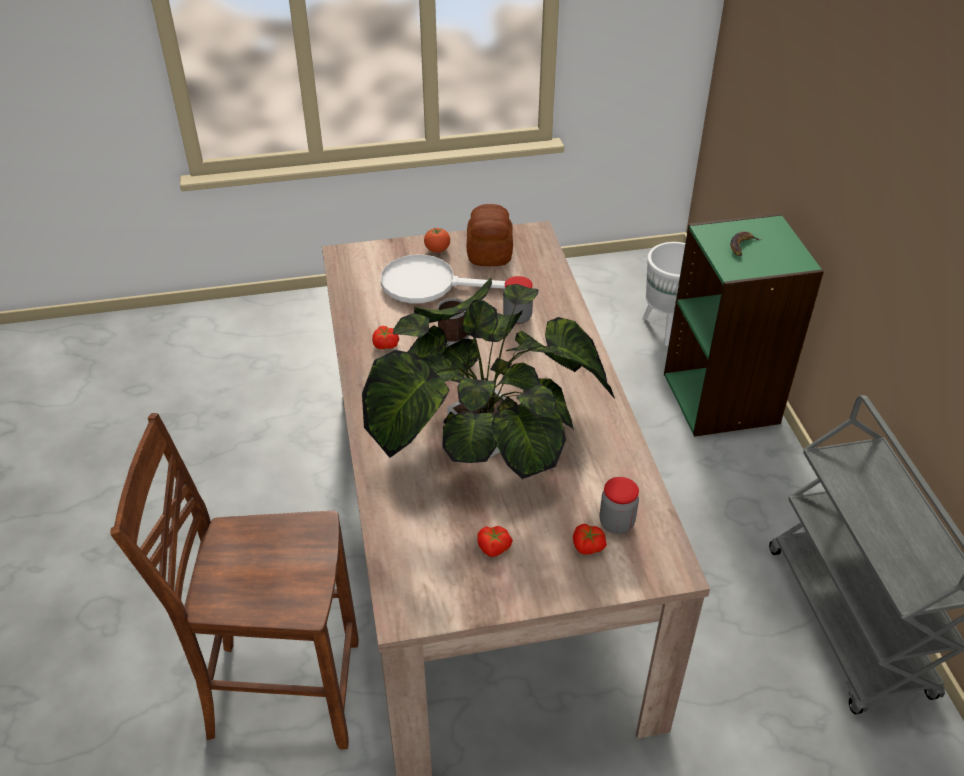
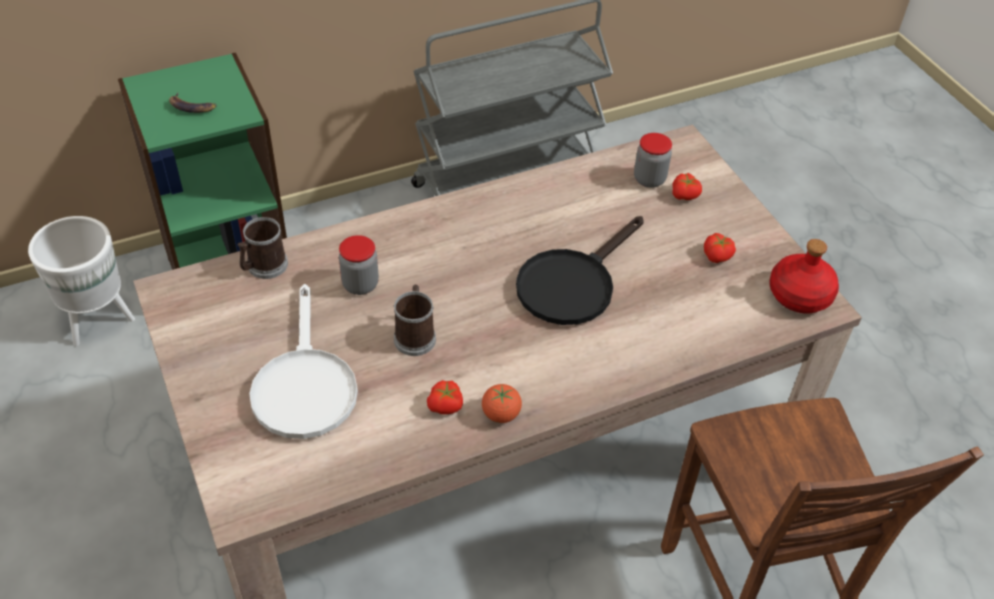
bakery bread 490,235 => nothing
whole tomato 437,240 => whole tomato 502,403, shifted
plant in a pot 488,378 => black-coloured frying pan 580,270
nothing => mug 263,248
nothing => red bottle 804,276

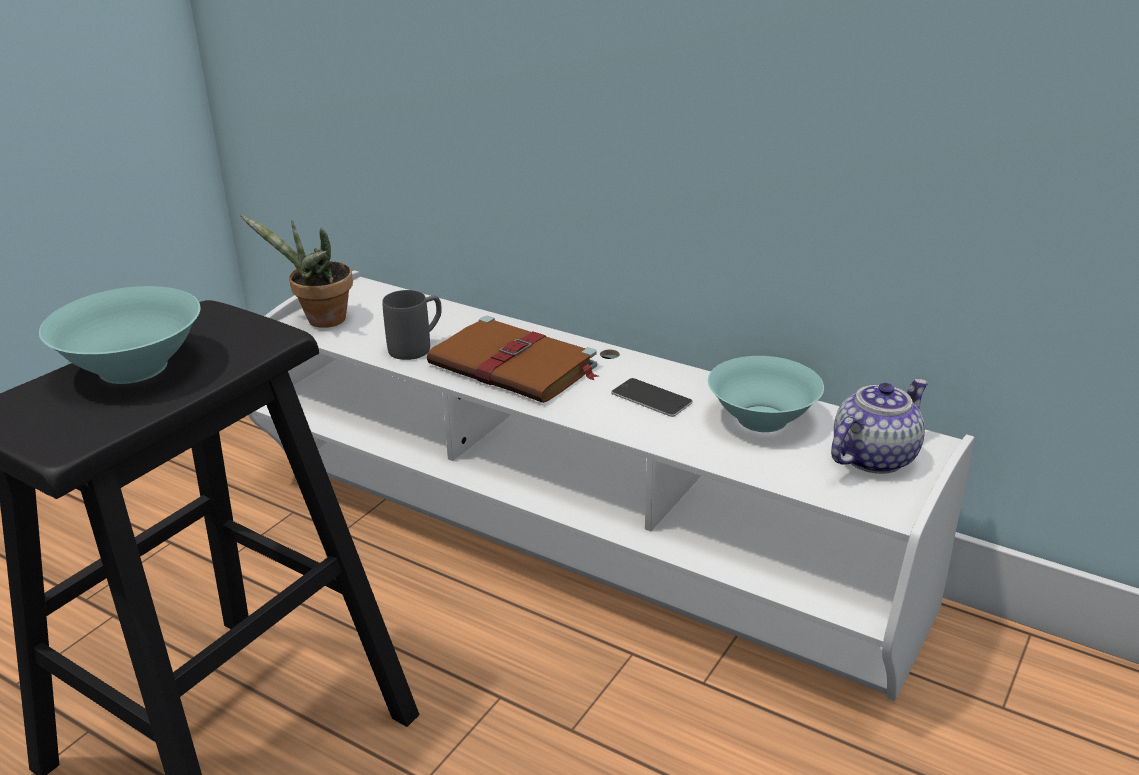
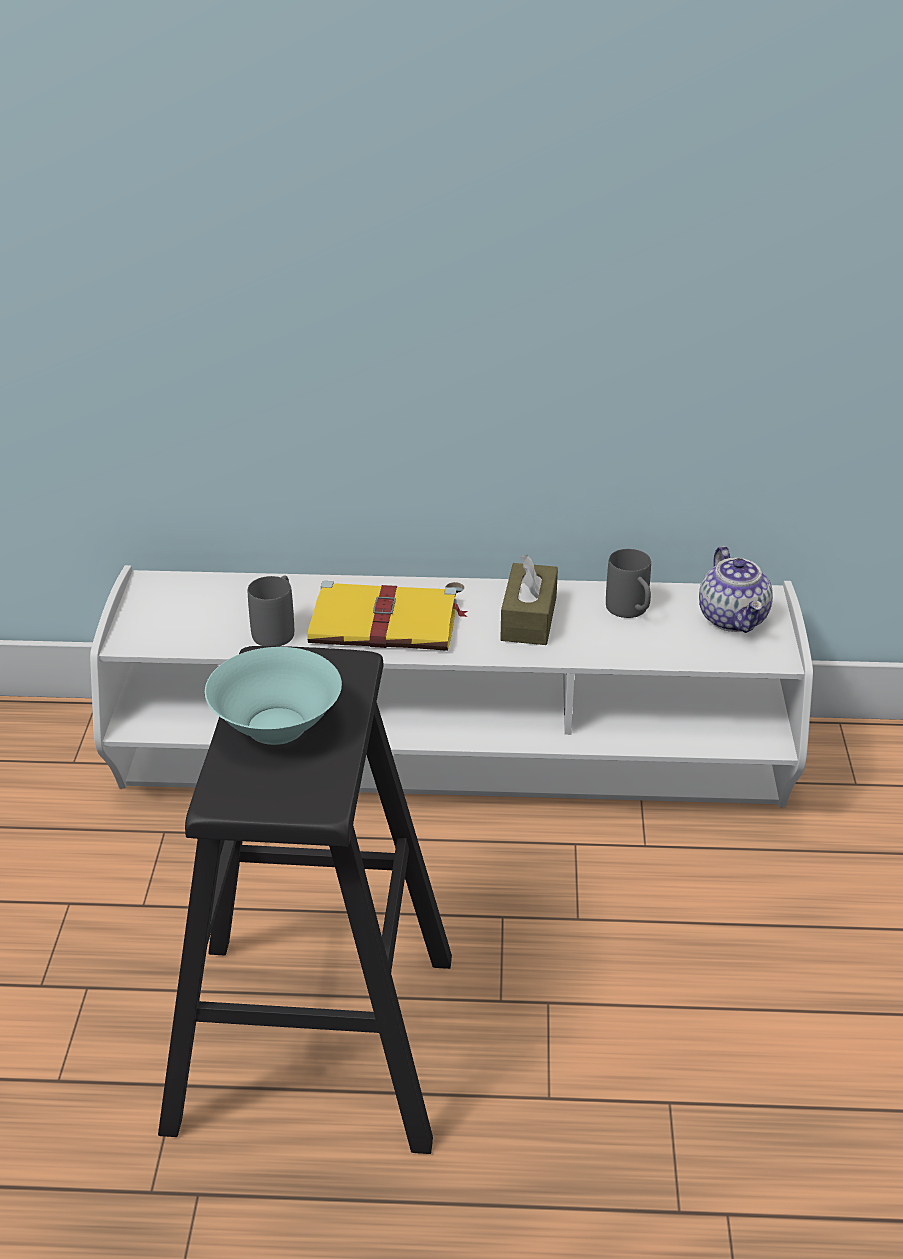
plant in a pot 296,271 => nothing
brownish bound book 512,359 => yellow-coloured bound book 387,616
turquoise-coloured deep dish 766,394 => grey mug 628,583
phone 652,397 => brownish box of tissues 529,600
tea pot 879,426 => tea pot 736,589, 150 degrees clockwise

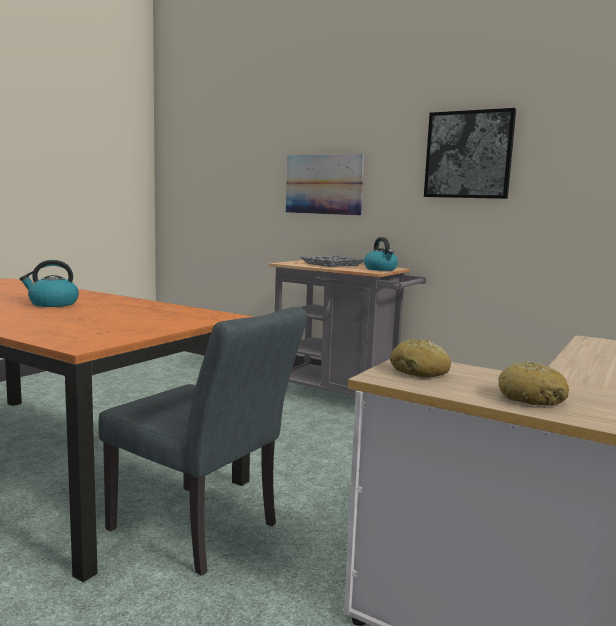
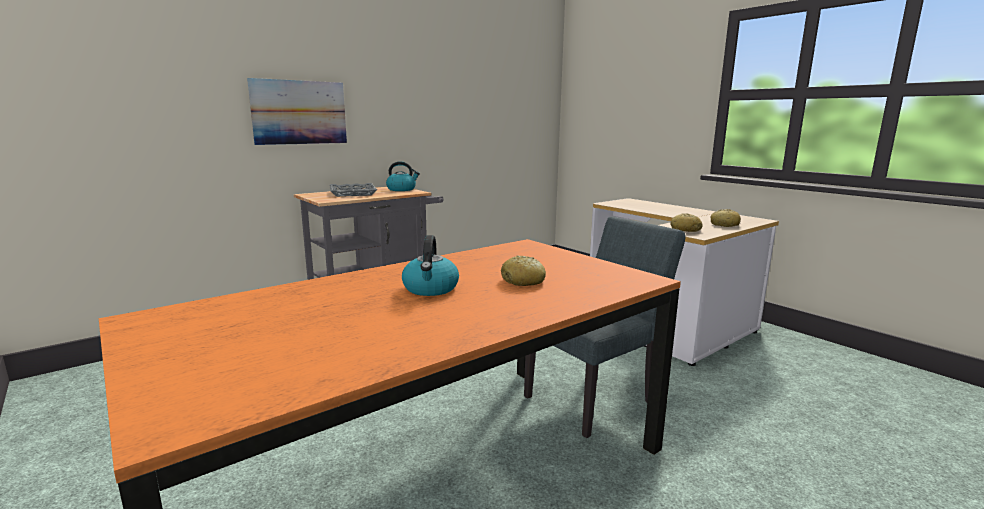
wall art 470,153 => nothing
nothing => bakery bread 523,271

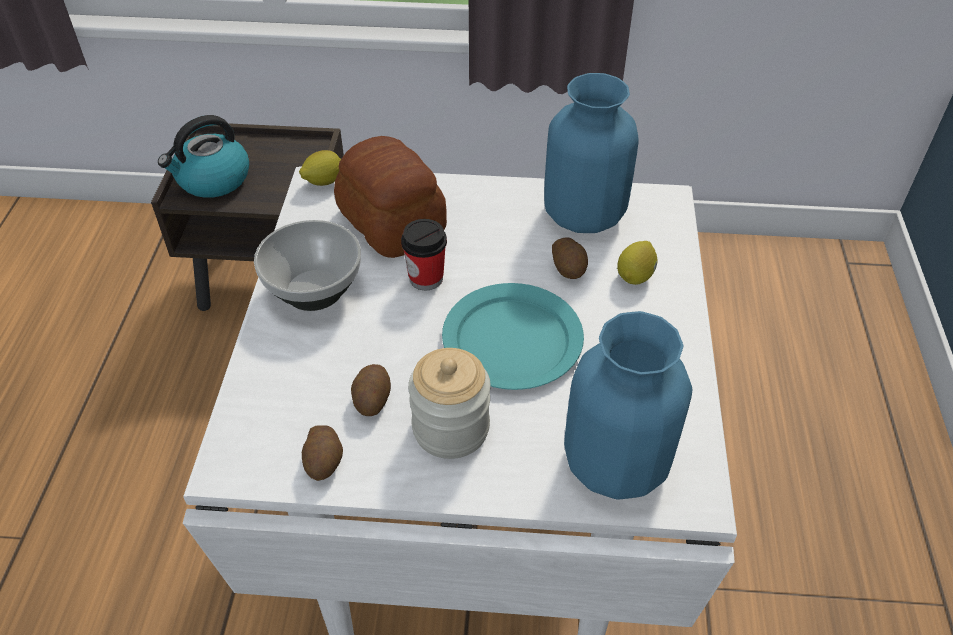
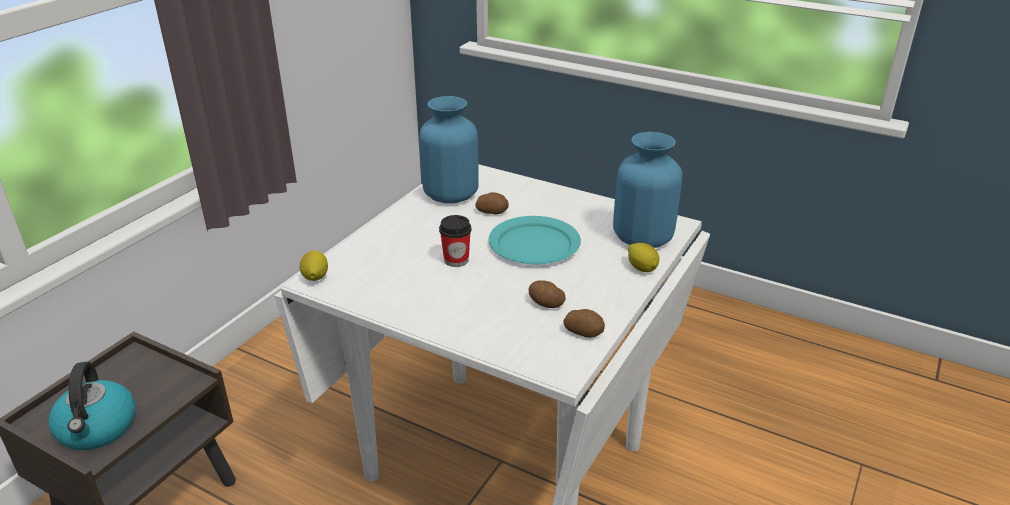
bakery bread 390,197 => nothing
deep dish 307,265 => nothing
whole lemon 637,263 => whole lemon 644,257, shifted
storage jar 449,403 => nothing

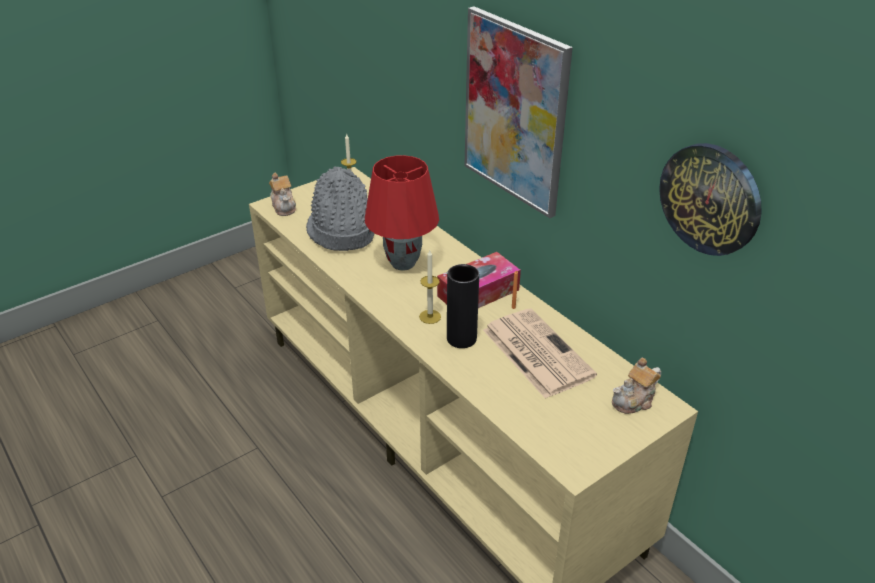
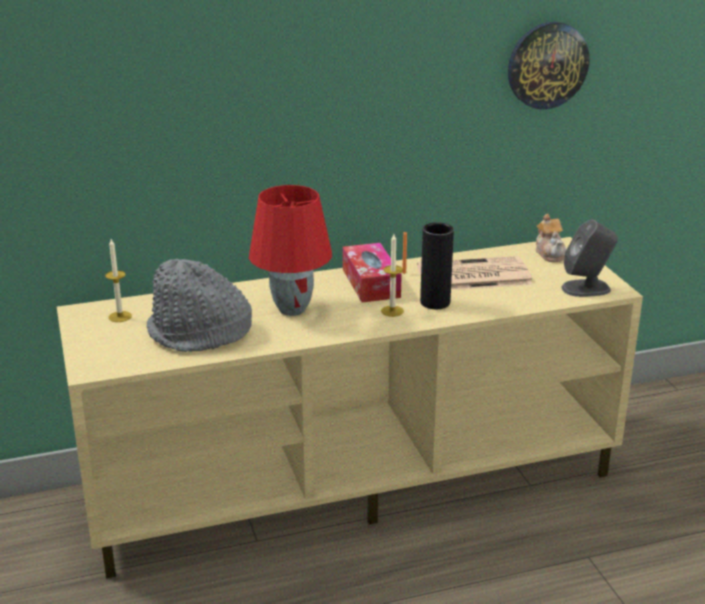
wall art 518,112 => nothing
tea pot 282,194 => nothing
nothing => grey speaker 589,258

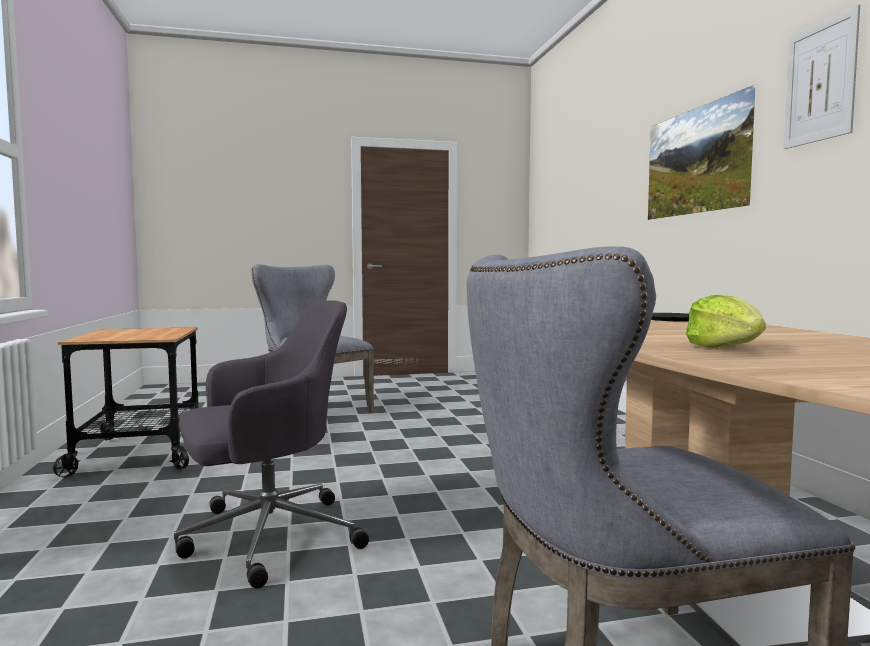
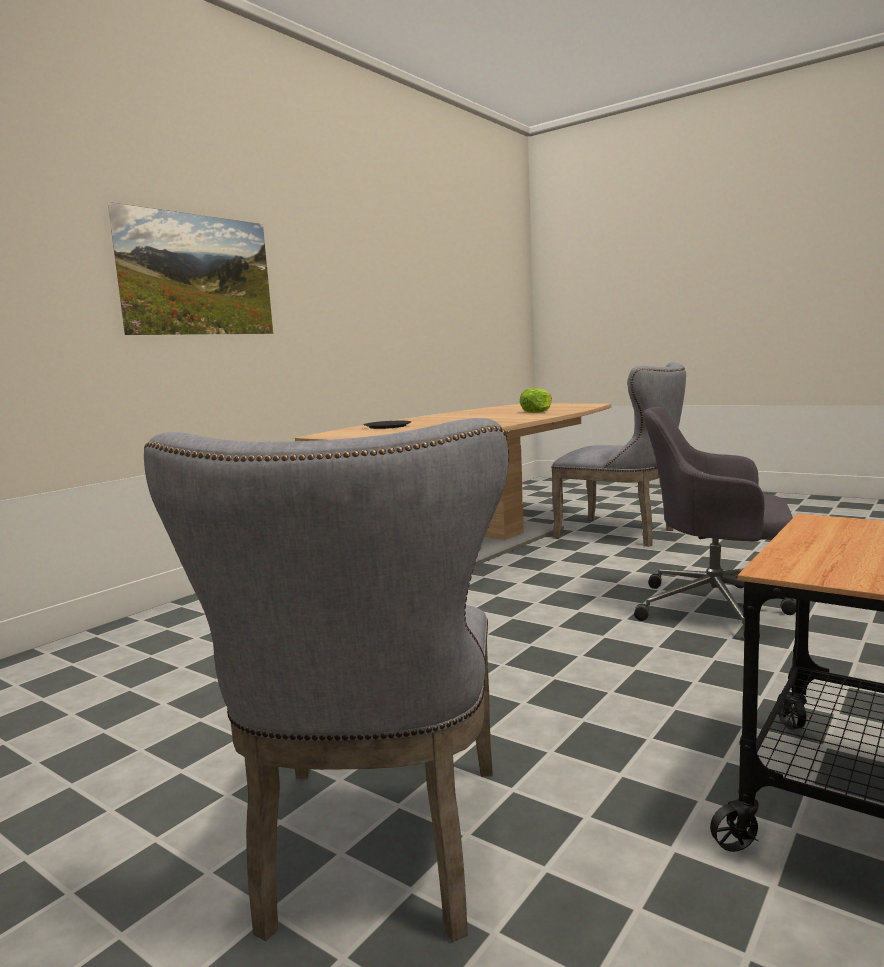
wall art 821,76 => nothing

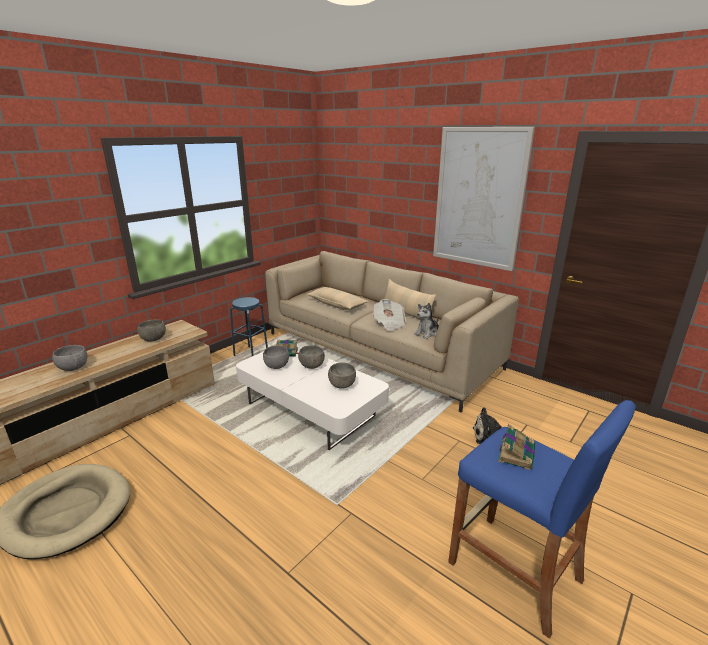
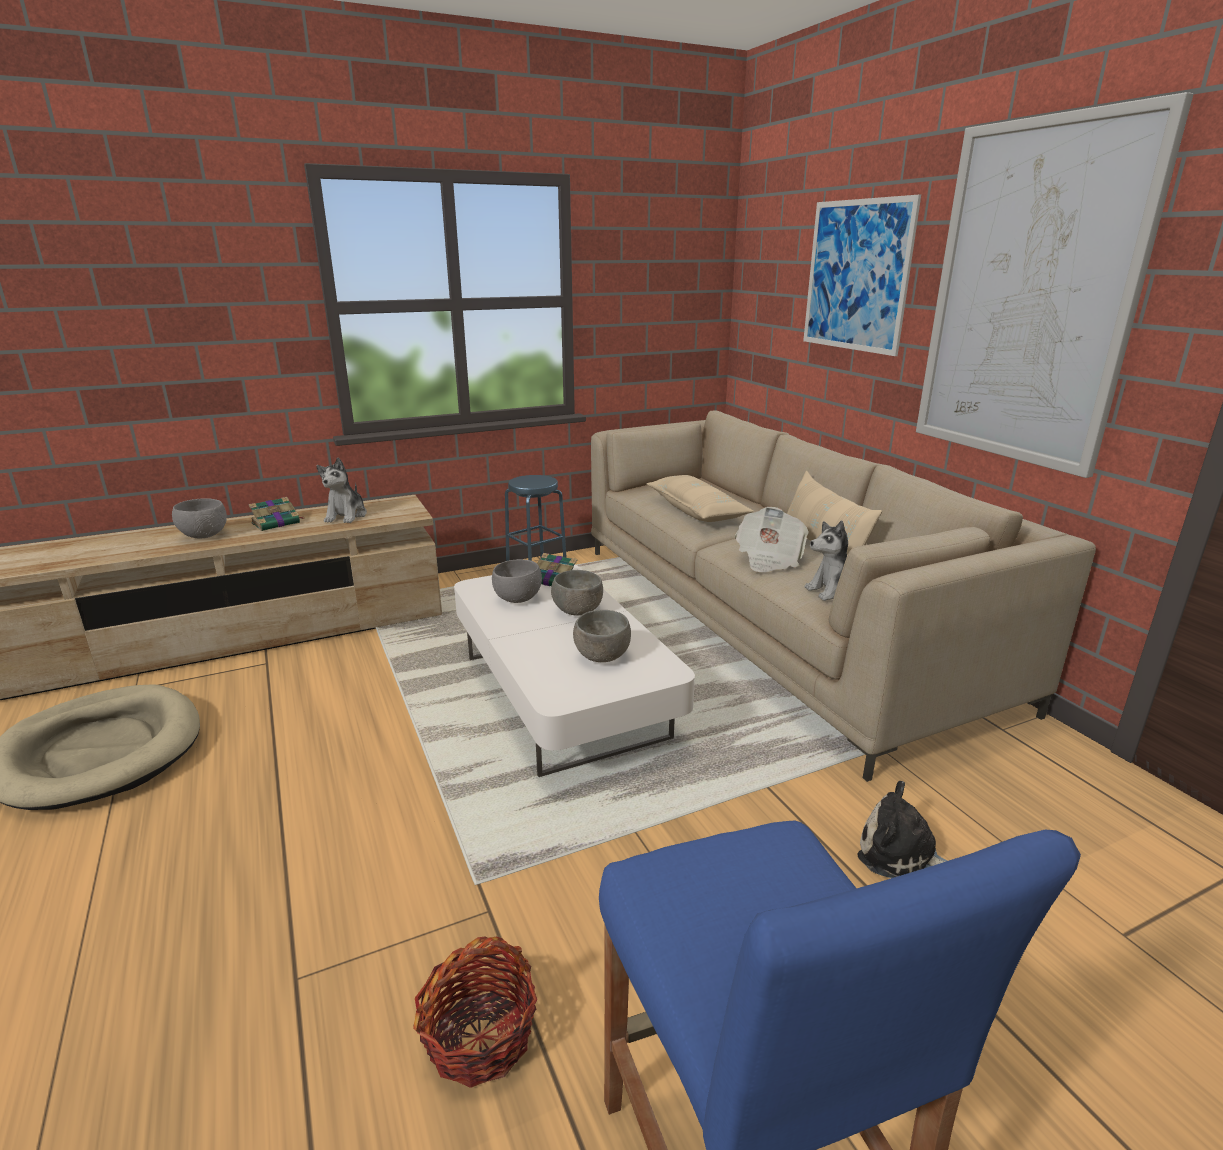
grey deep dish 151,330 => cuddly toy 341,490
bound book 516,447 => bound book 276,514, shifted
nothing => wall art 862,275
nothing => household basket 475,1012

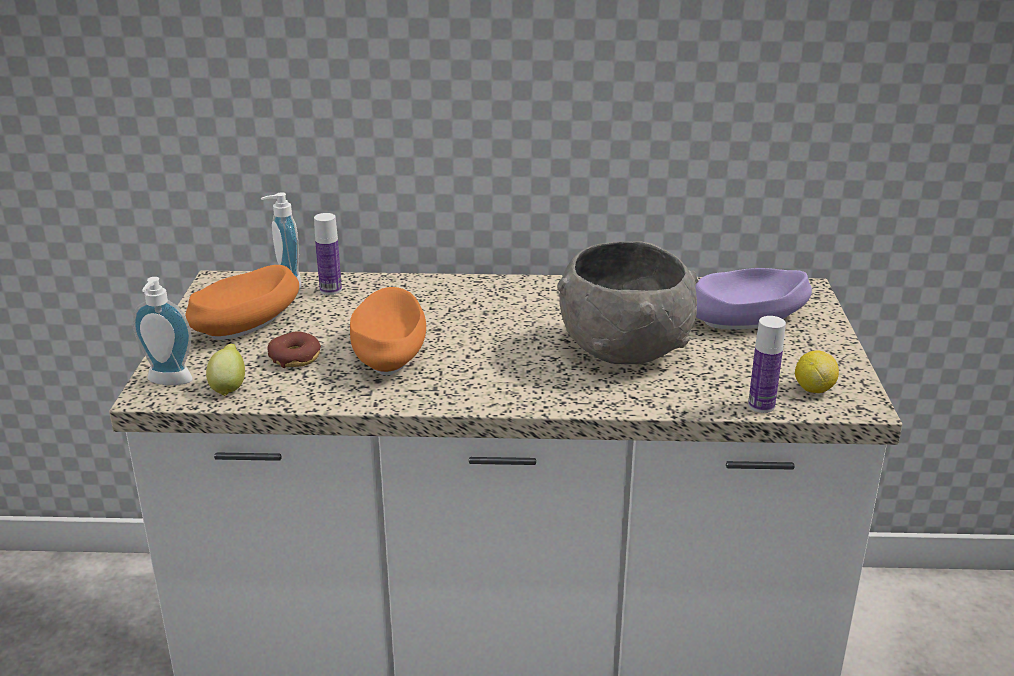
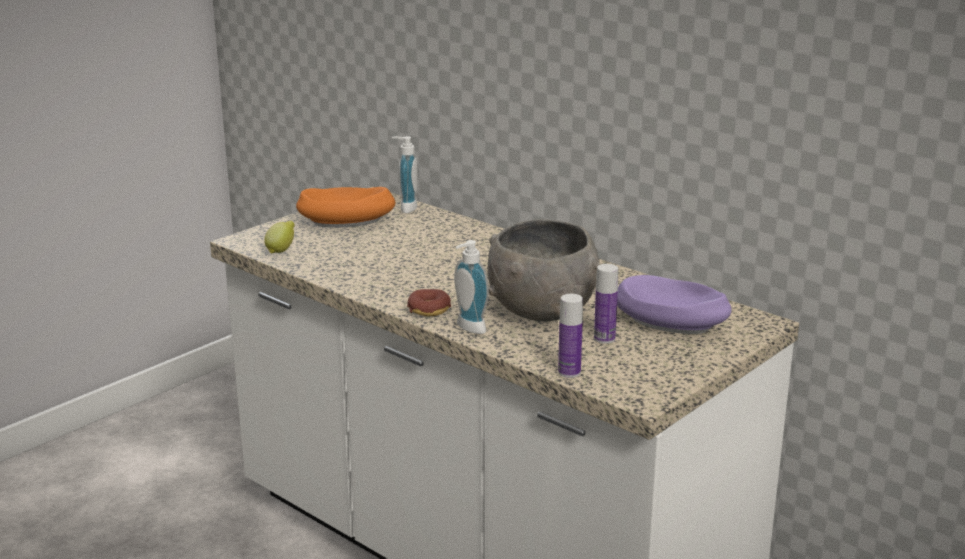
bottle 328,254 => bottle 606,304, shifted
soap dispenser 162,331 => soap dispenser 471,287, shifted
orange deep dish 388,331 => nothing
donut 294,349 => donut 429,302, shifted
whole lemon 817,371 => nothing

